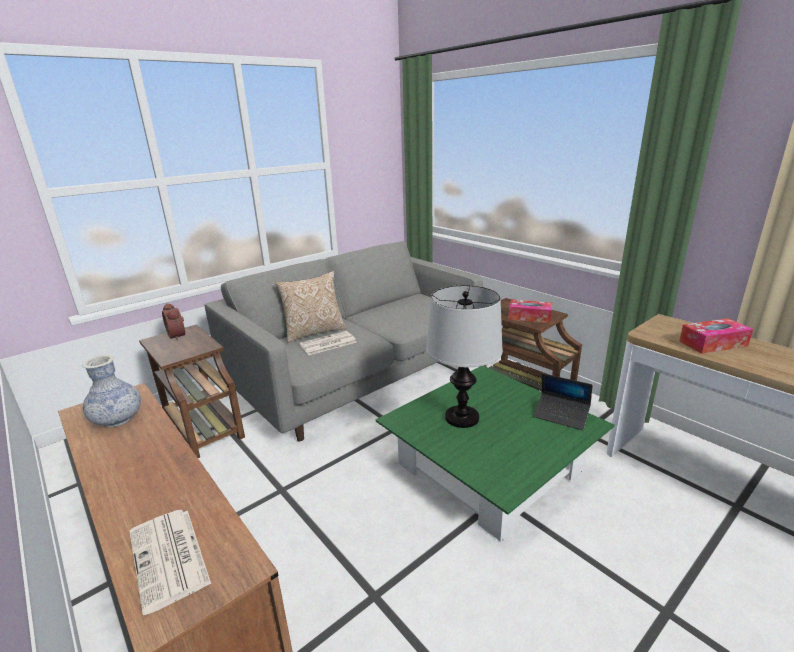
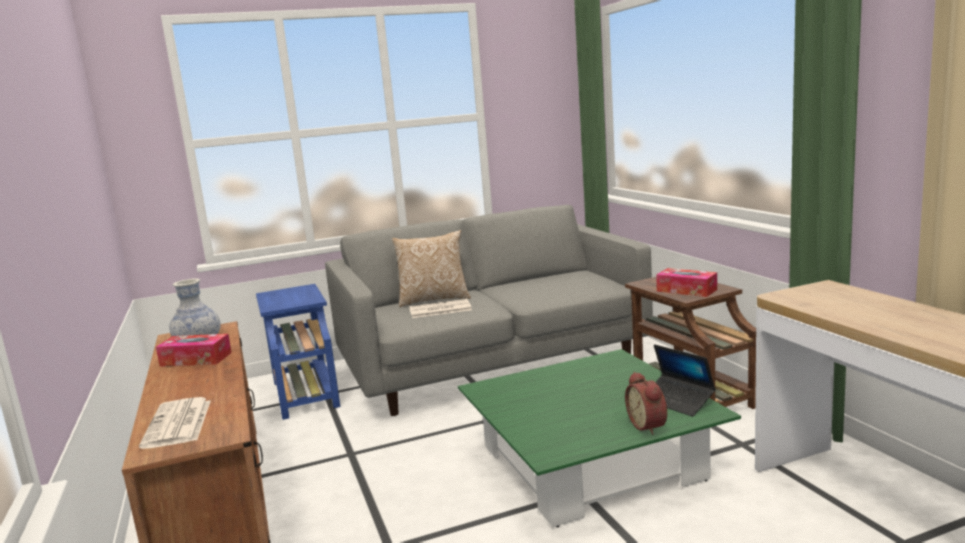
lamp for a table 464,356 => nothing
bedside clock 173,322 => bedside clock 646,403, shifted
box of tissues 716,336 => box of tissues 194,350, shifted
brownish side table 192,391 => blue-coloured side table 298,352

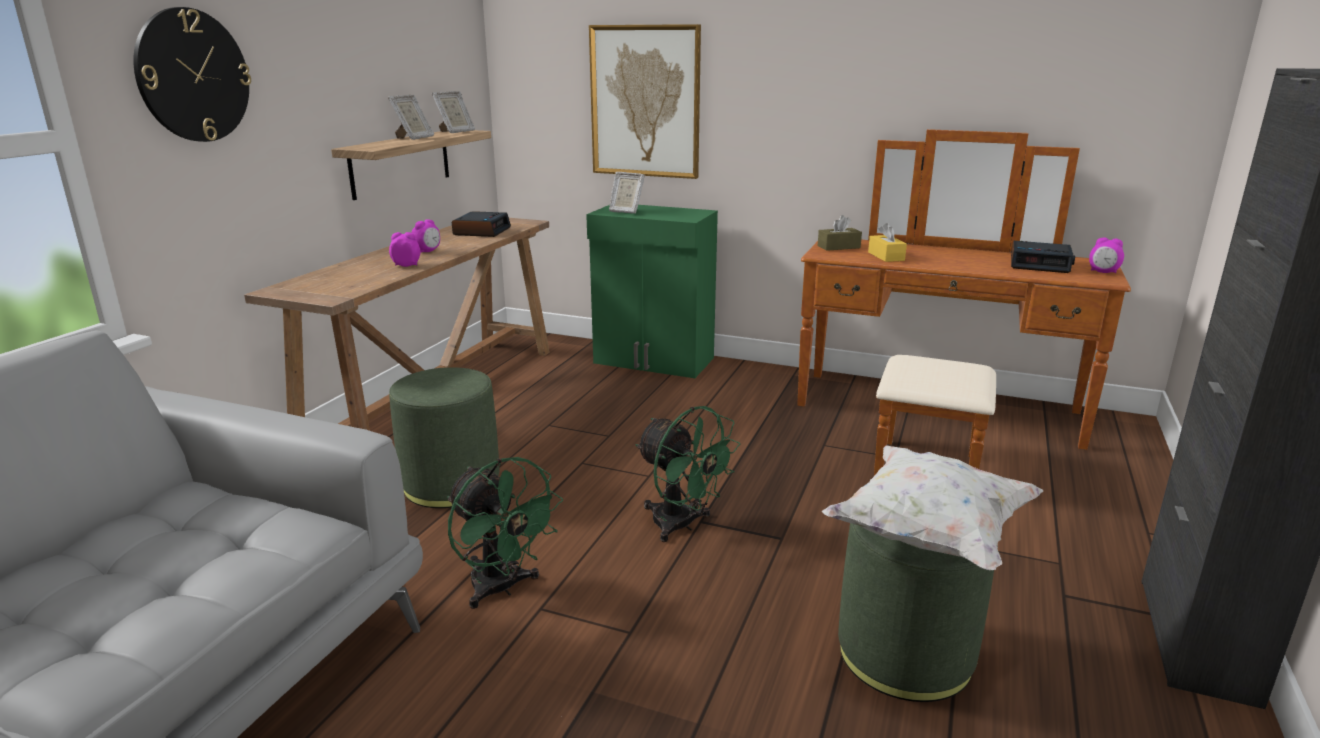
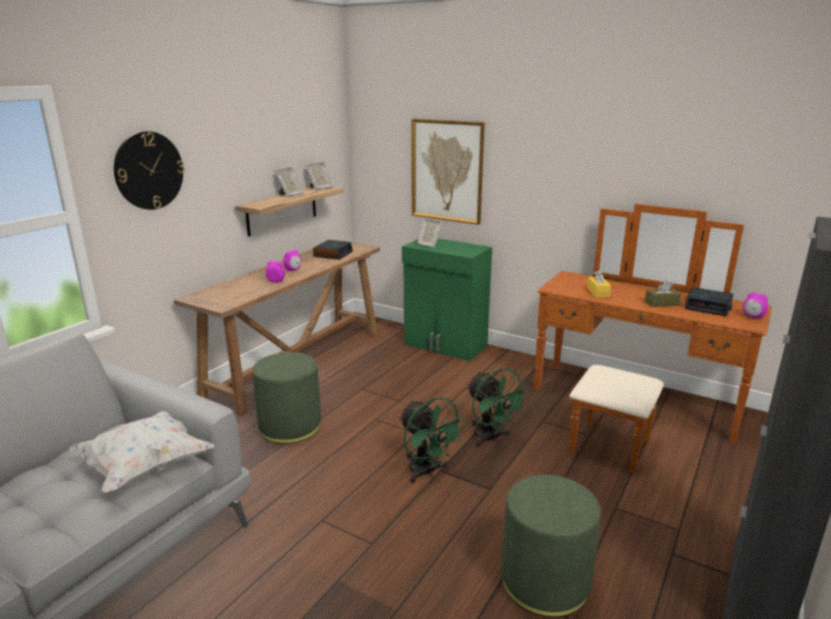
brownish box of tissues 840,233 => brownish box of tissues 663,293, shifted
whitish throw pillow 932,507 => whitish throw pillow 141,451, shifted
greenish cooling fan 505,533 => greenish cooling fan 498,408, shifted

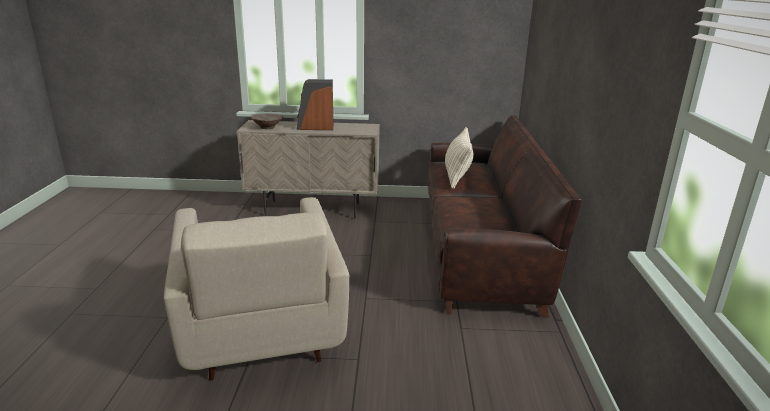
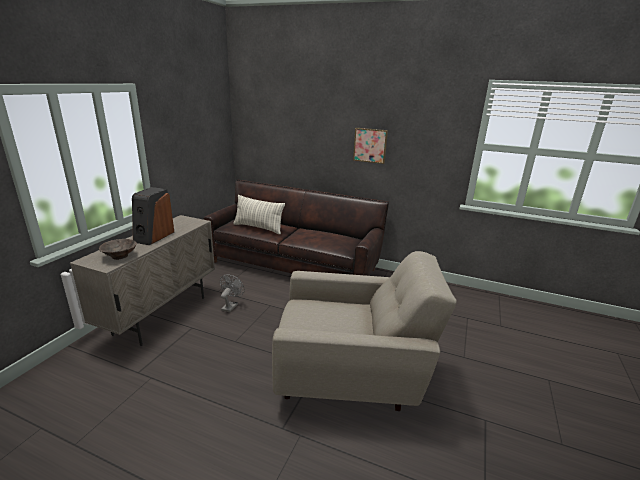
nothing => wall art 370,146
nothing => grey cooling fan 232,293

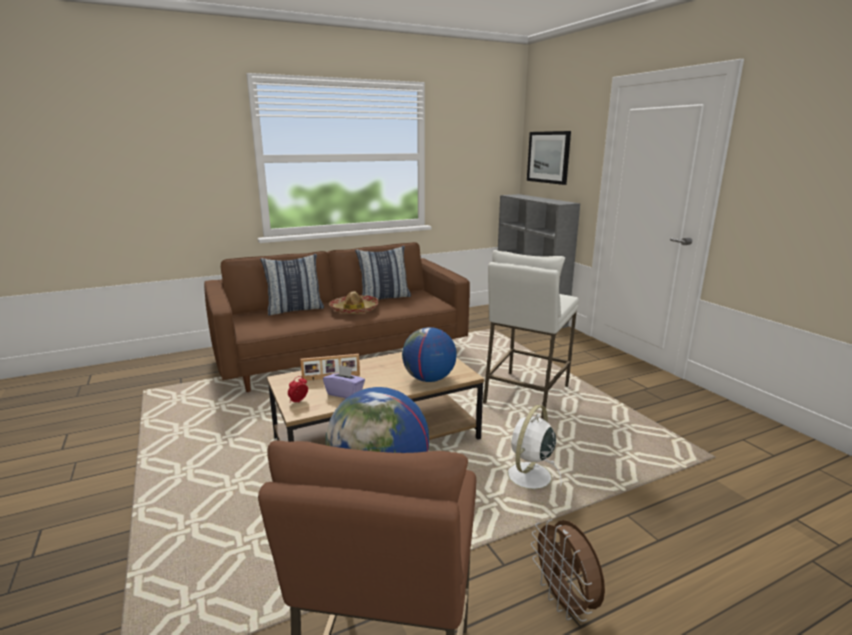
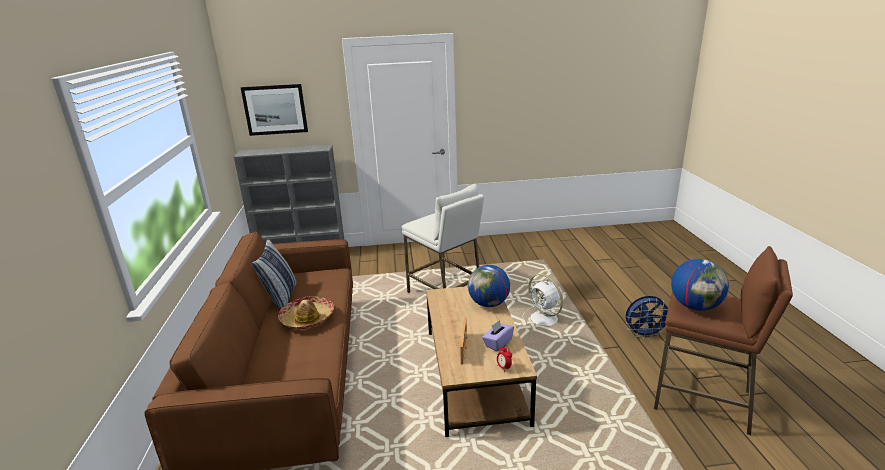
throw pillow 292,285 => nothing
brownish cooling fan 568,570 => blue-coloured cooling fan 647,317

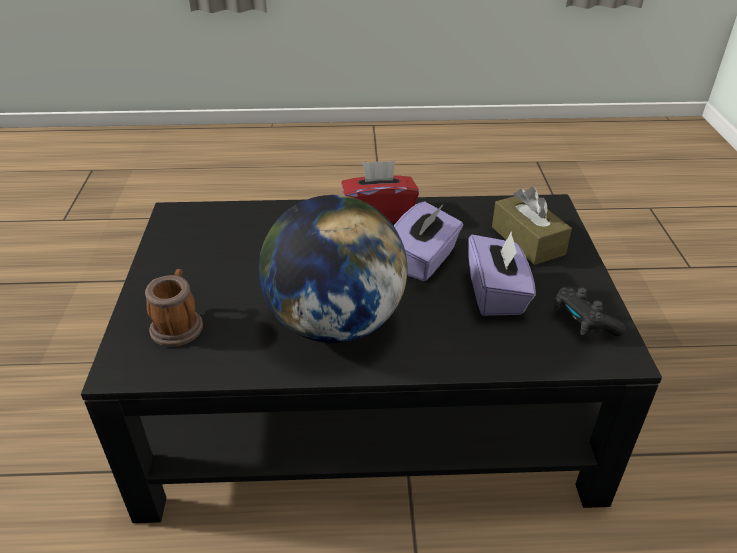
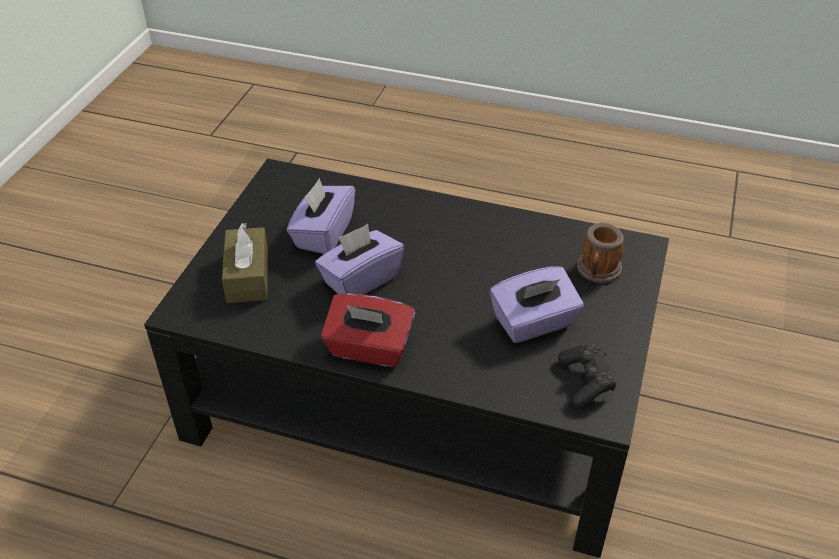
desk globe 333,269 => nothing
black-coloured game controller 590,311 => black-coloured game controller 587,376, shifted
nothing => purple-coloured box of tissues 537,304

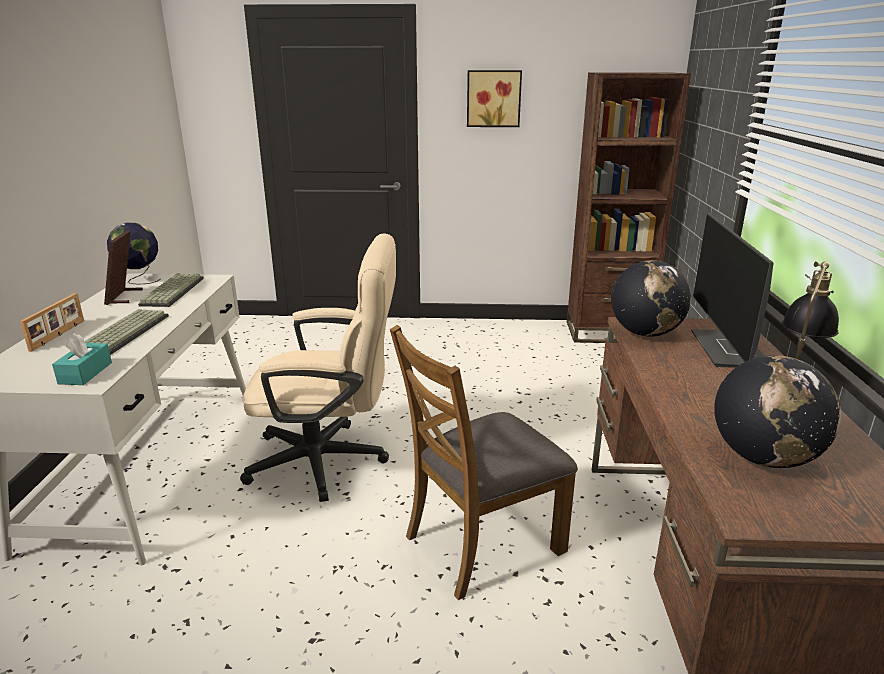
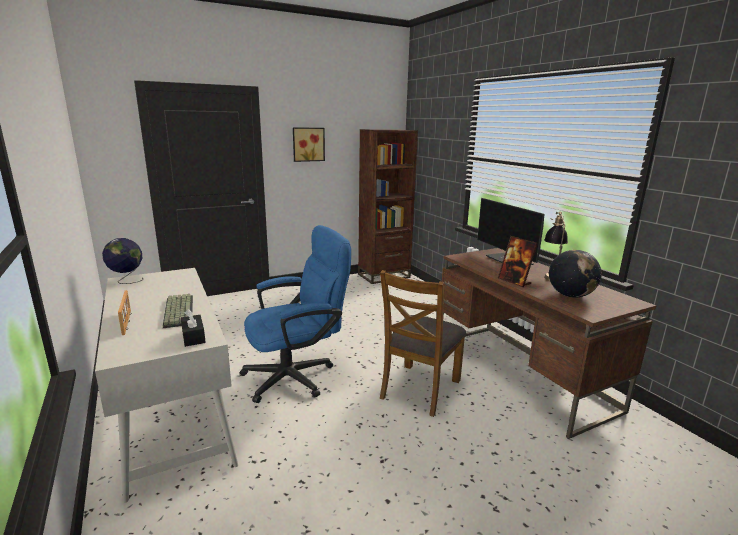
photo frame 123,267 => photo frame 518,261, shifted
beige desk chair 318,367 => blue-coloured desk chair 295,314
desk globe 651,298 => nothing
PC keyboard 171,290 => nothing
turquoise-coloured box of tissues 82,359 => black-coloured box of tissues 193,328

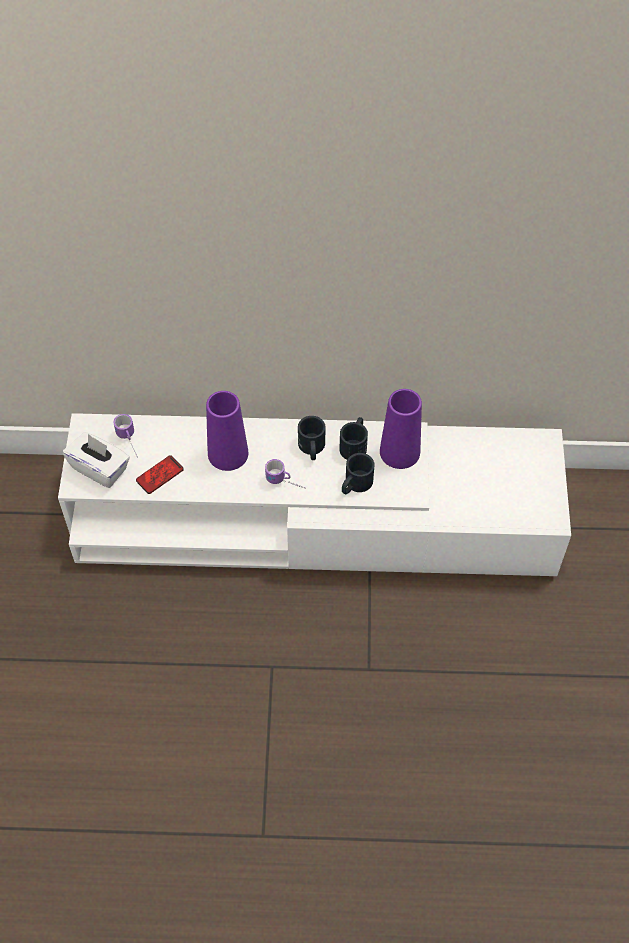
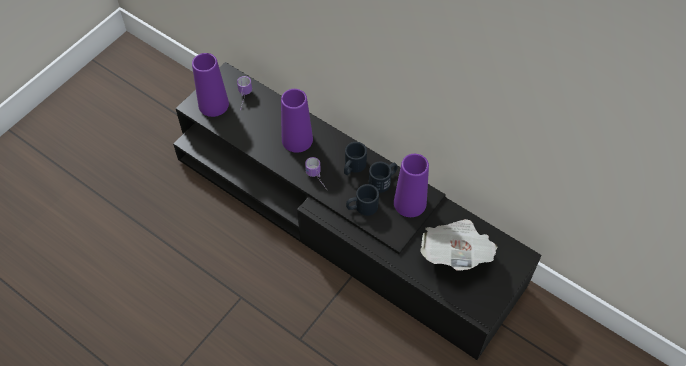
whitish tv stand 314,494 => black-coloured tv stand 357,211
whitish box of tissues 96,460 => purple-coloured vase 210,85
phone 160,474 => nothing
nothing => printed paper 459,245

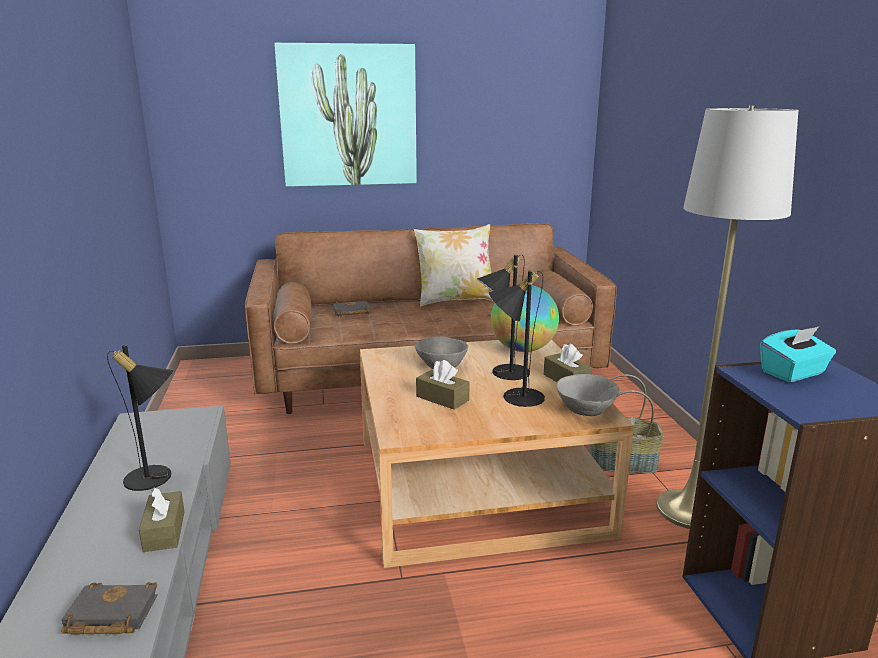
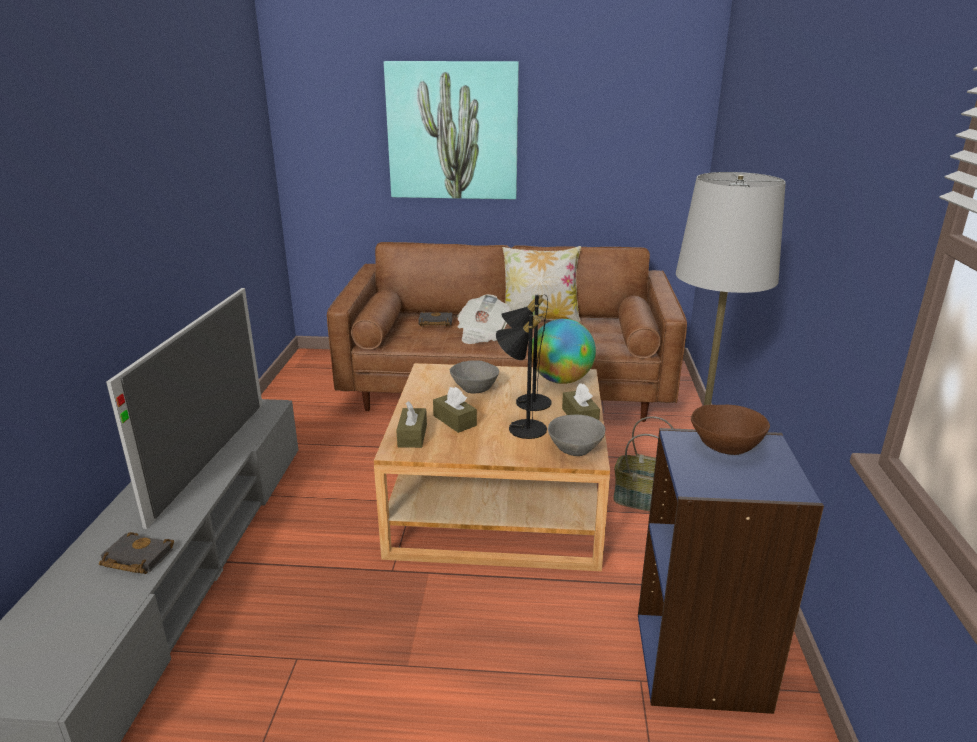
turquoise-coloured box of tissues 798,354 => brownish deep dish 730,430
black-coloured lamp for a table 140,418 => television 184,408
brownish box of tissues 162,519 => brownish box of tissues 411,424, shifted
nothing => printed paper 484,319

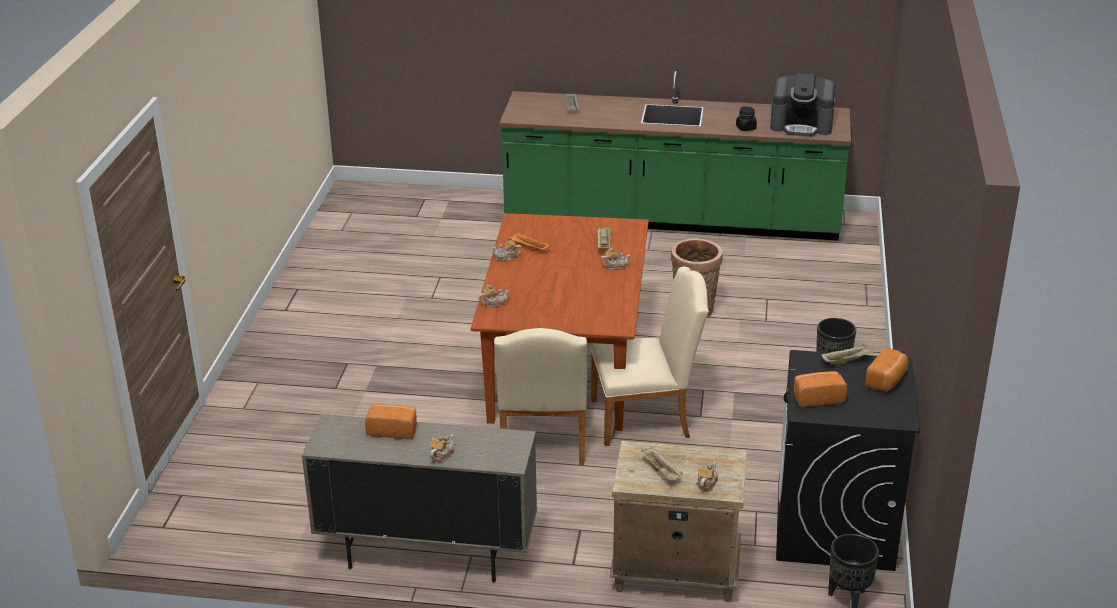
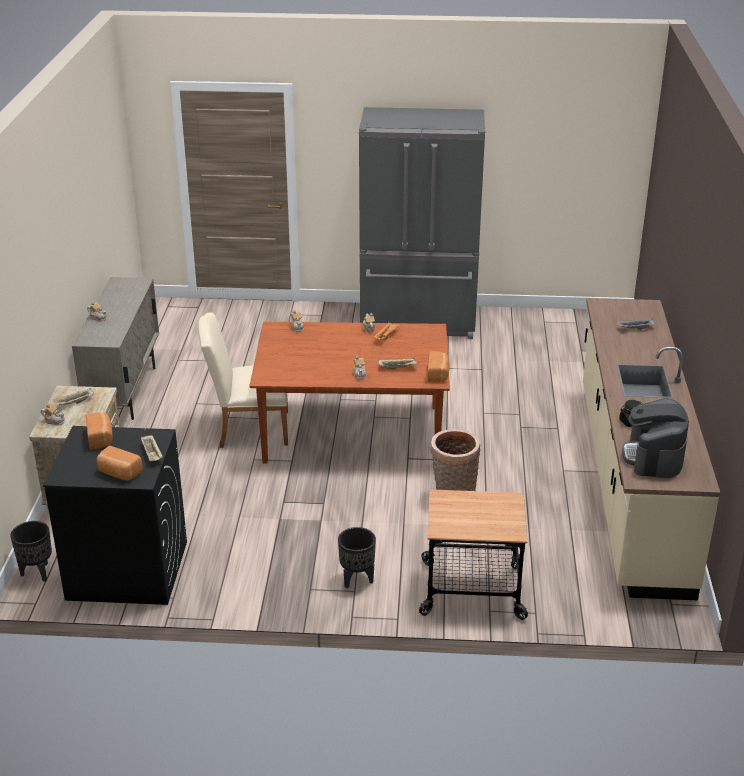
greenish counter 675,156 => beige counter 651,449
beige chair 650,356 => nothing
bakery bread 391,421 => bakery bread 439,366, shifted
nothing => grey refrigerator 422,223
nothing => cart 473,554

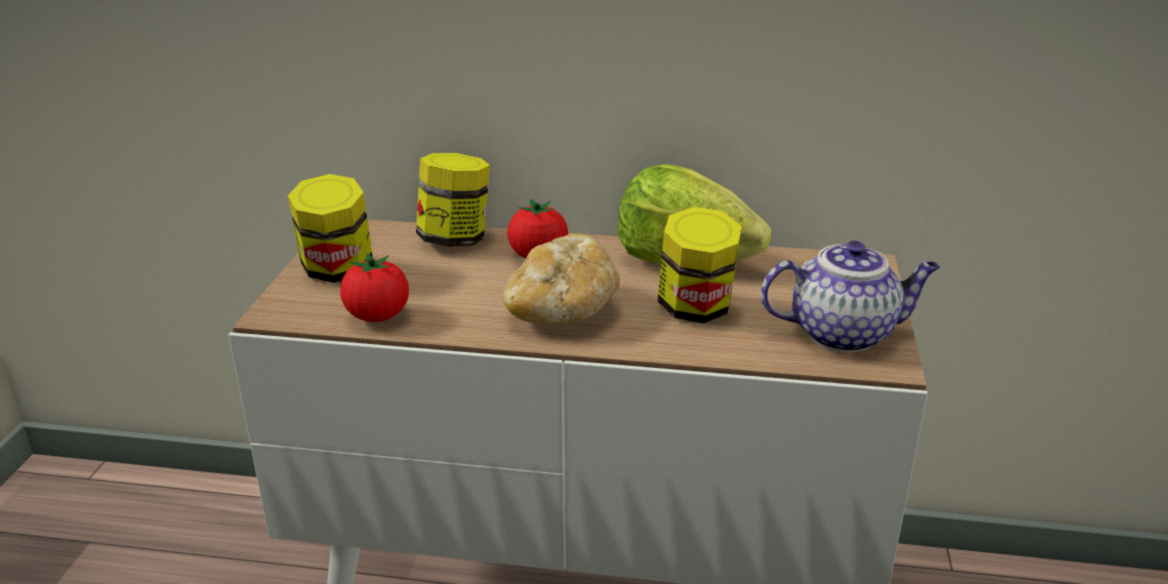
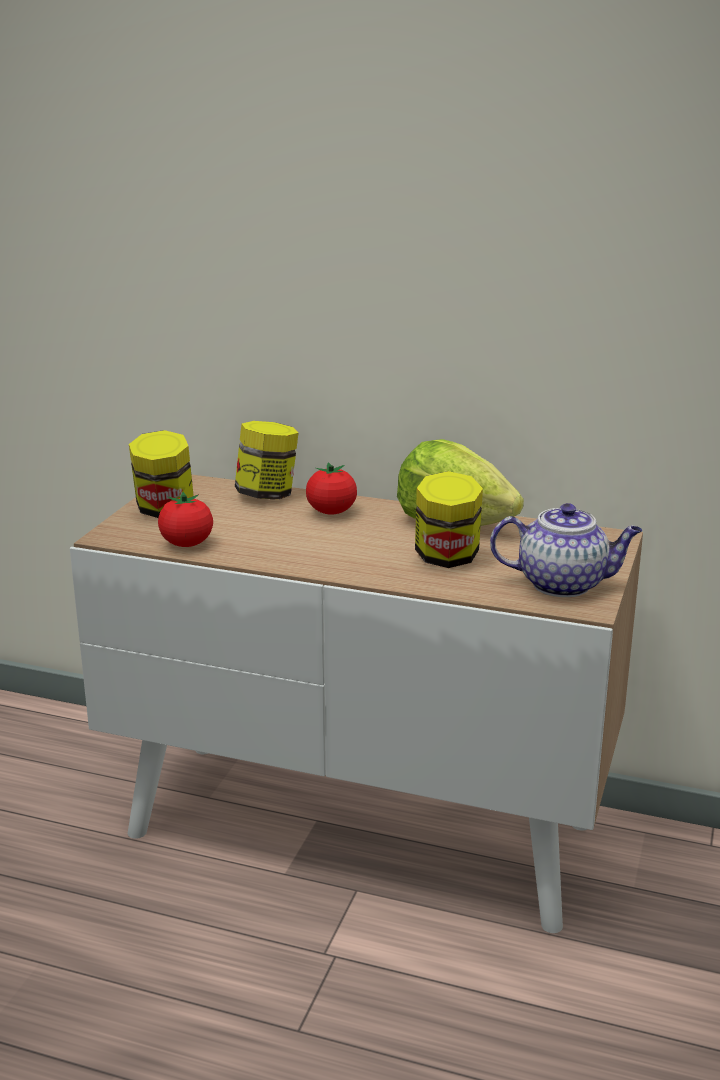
bakery bread 561,280 => nothing

